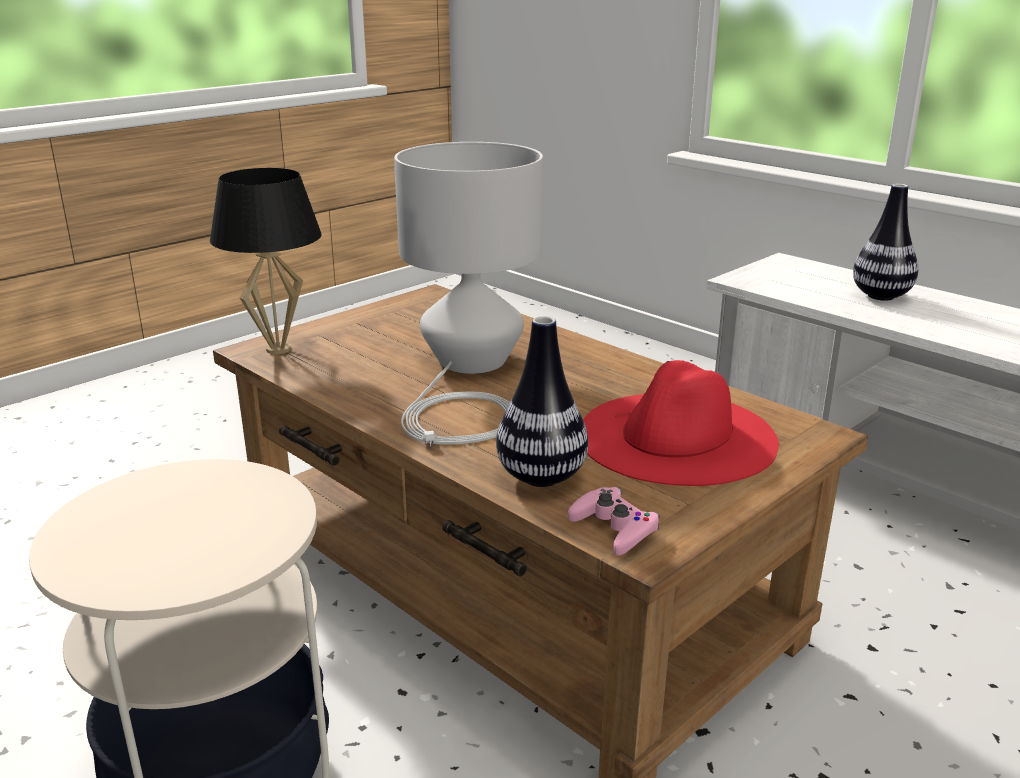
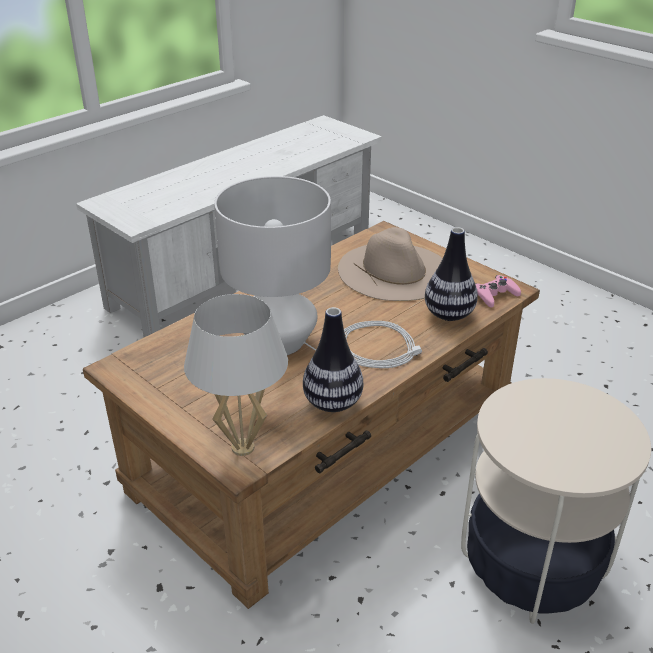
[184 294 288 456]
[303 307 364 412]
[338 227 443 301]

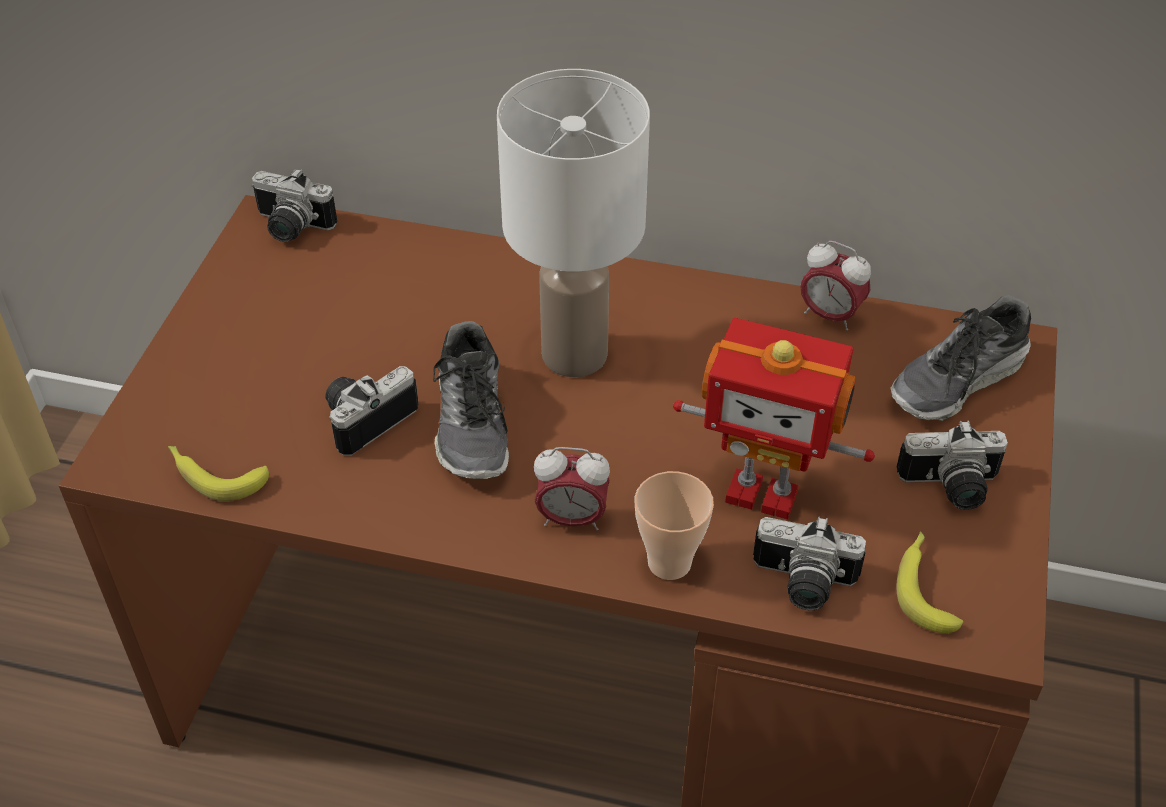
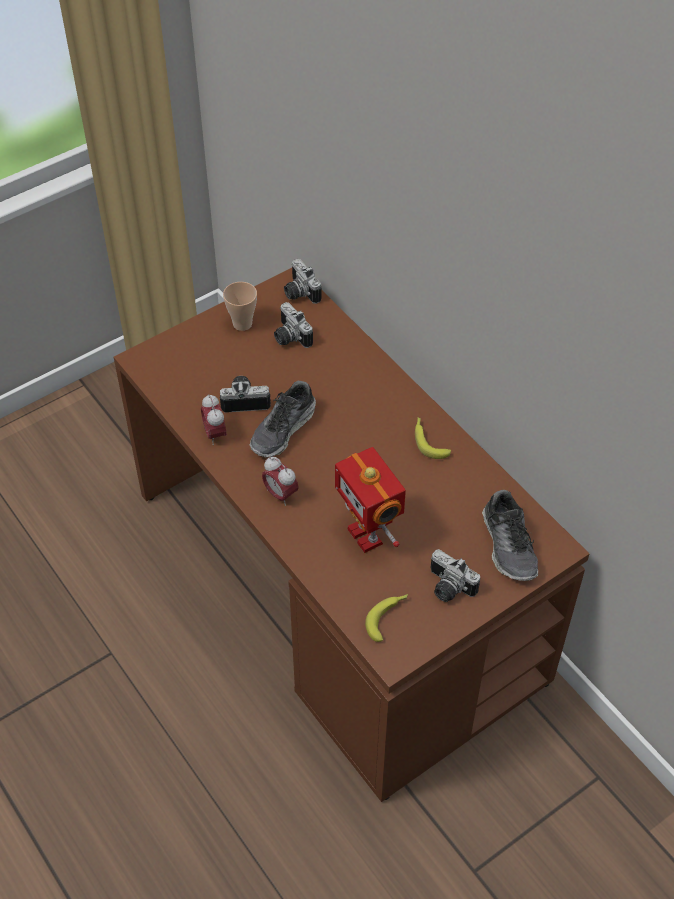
[201 394 226 445]
[223 282 257 331]
[274 302 313 348]
[415 417 451 459]
[482 490 538 581]
[497 69 650 377] (first image)

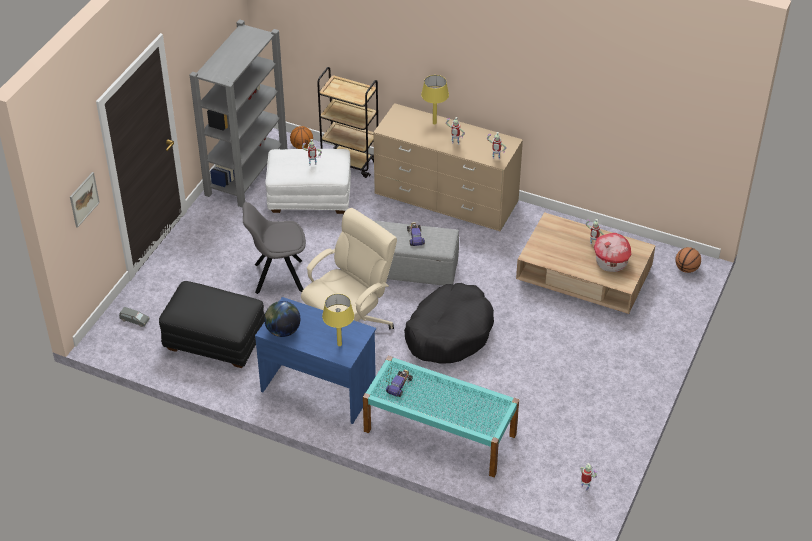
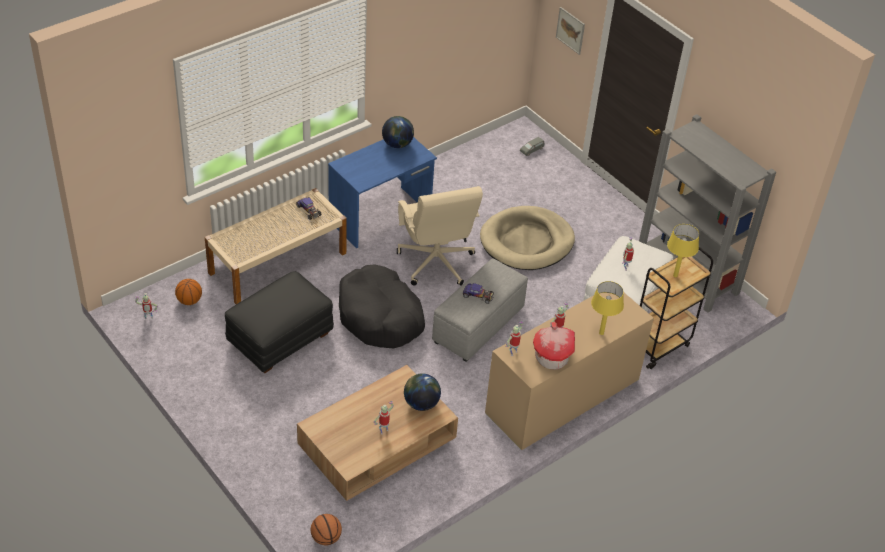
[175 279 202 305]
[205 188 347 304]
[225 271 334 373]
[404 373 441 411]
[480 206 575 270]
[533 322 575 370]
[667 224 699 277]

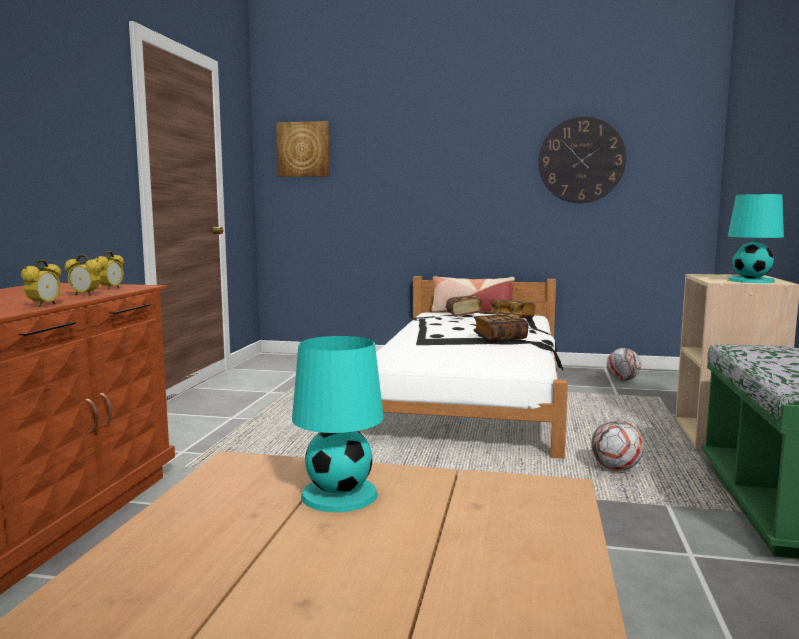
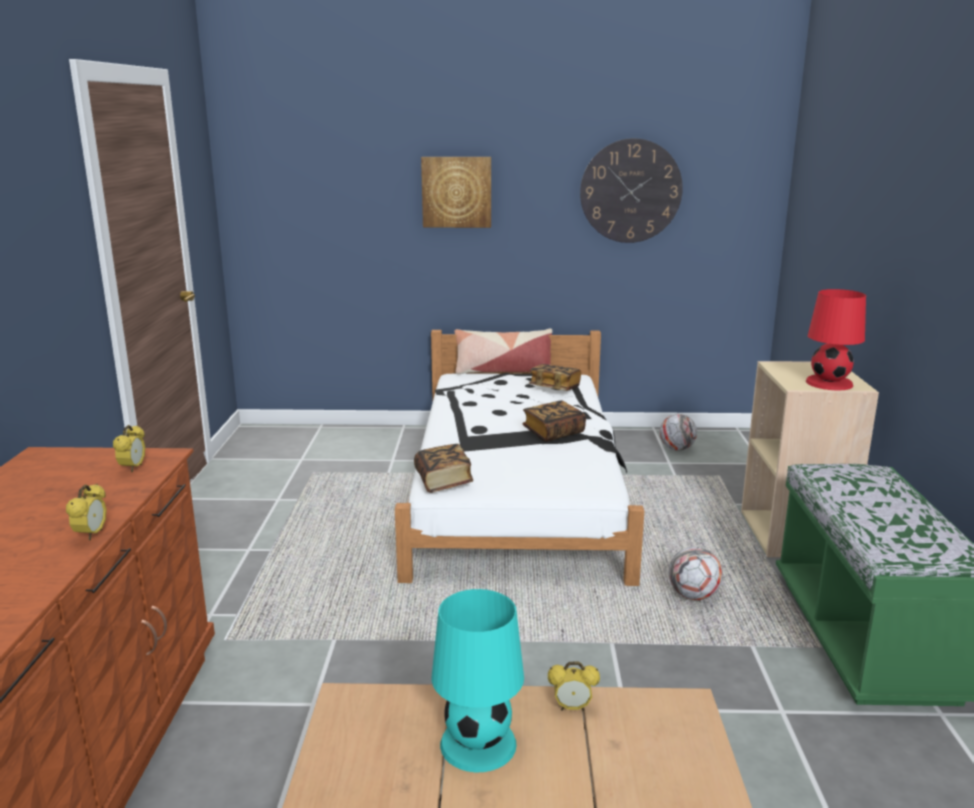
[414 444 473 493]
[421 157 491 228]
[548 661 600 711]
[806 289 866 390]

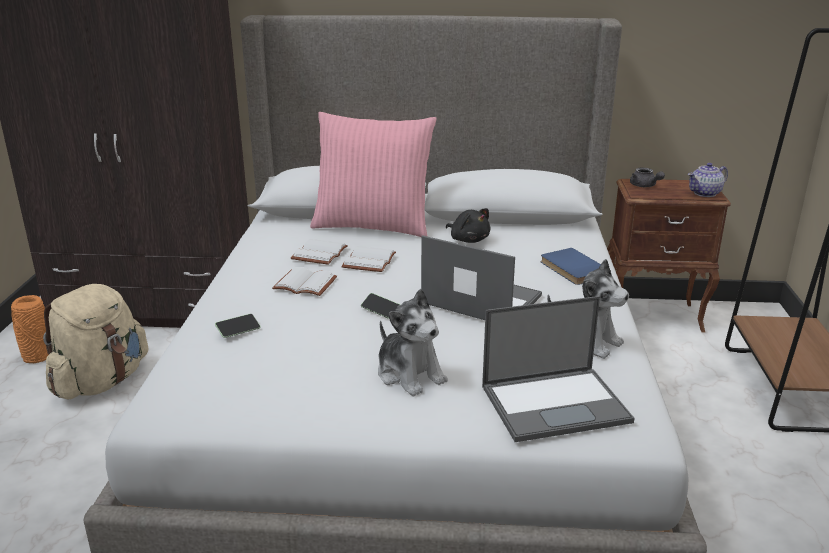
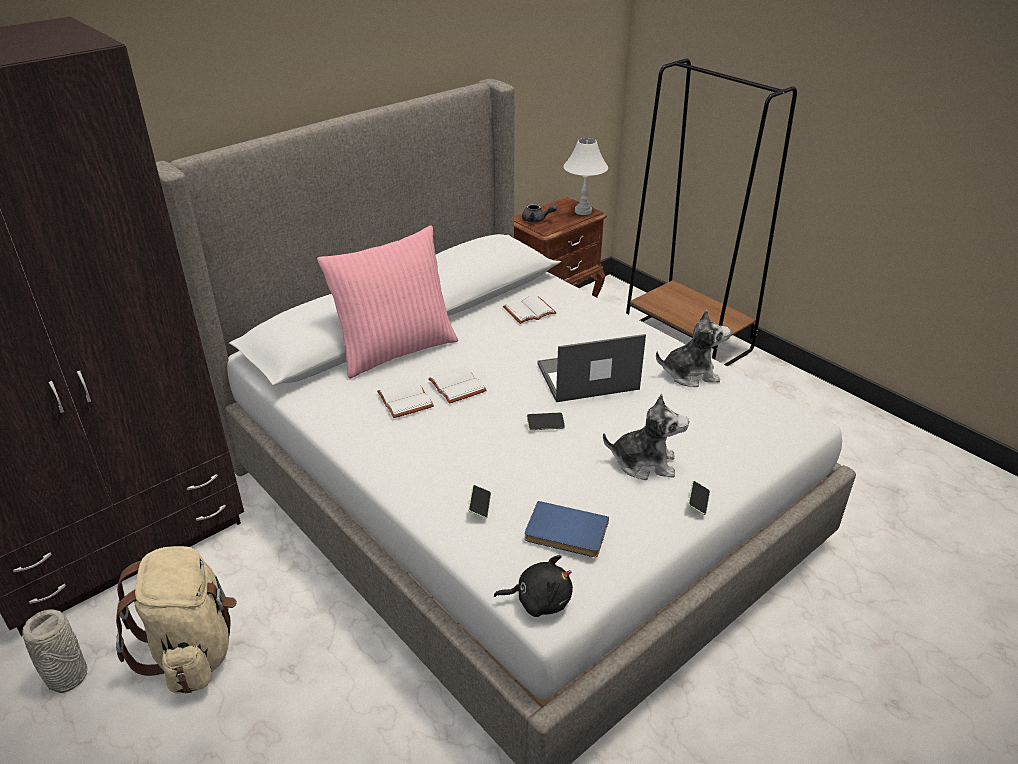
[22 609 87 693]
[494 555 573 617]
[503 295 557 324]
[525 501 609 557]
[563 138 608 215]
[688 481 710 515]
[482 296 635 442] (first image)

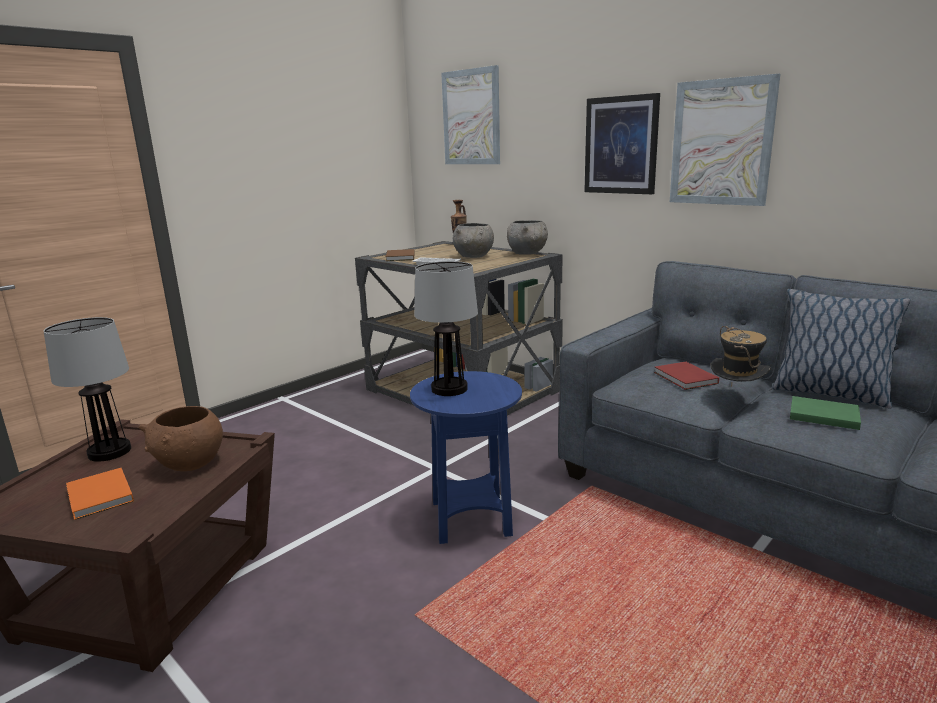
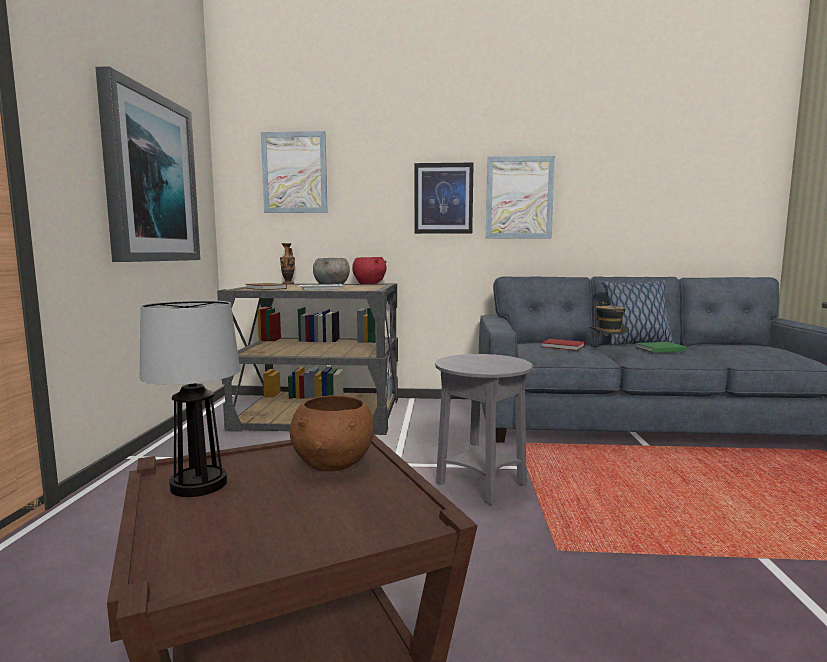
[95 66 200 262]
[352 257 387 284]
[435 354 533 505]
[66 468 134 520] (first image)
[414 261 478 396] (first image)

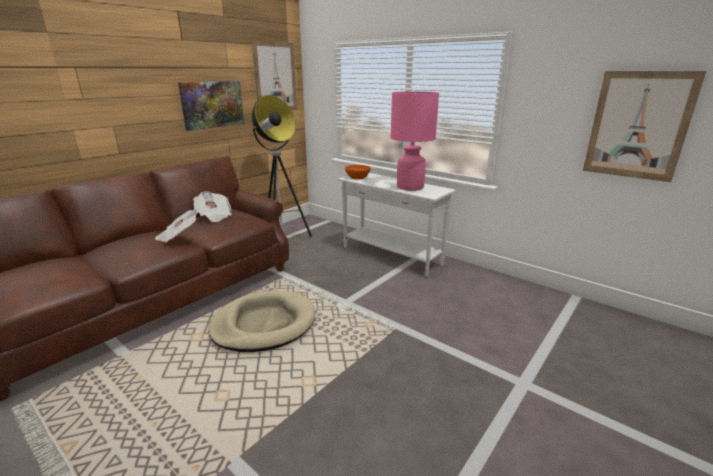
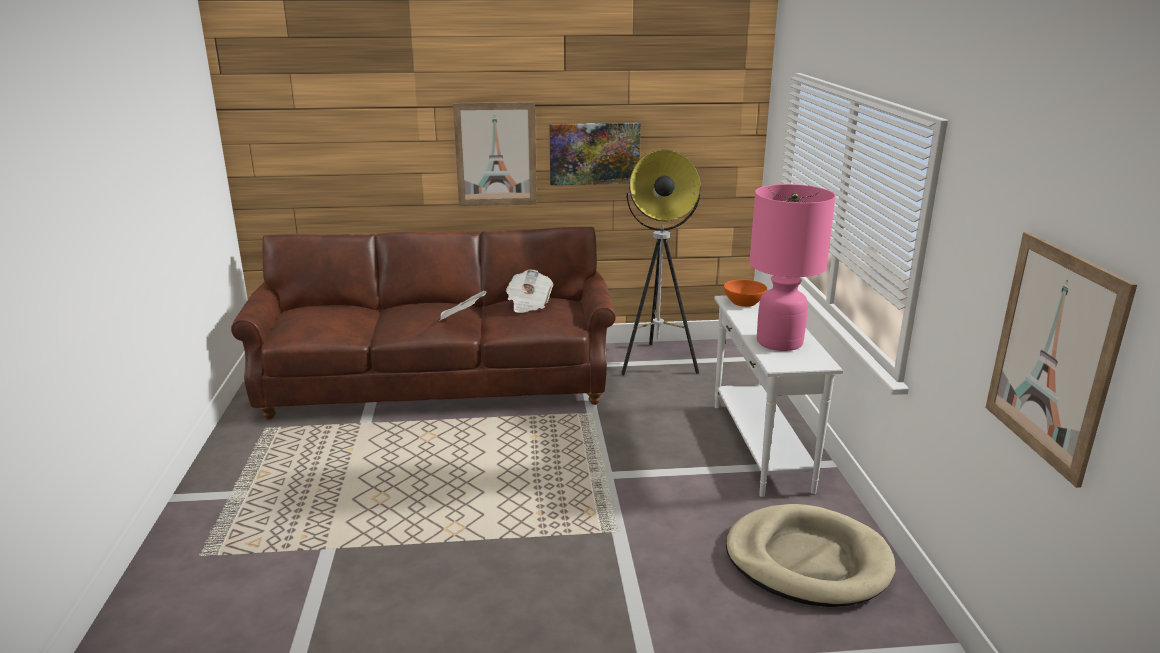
[453 102 537 206]
[726 504 896 607]

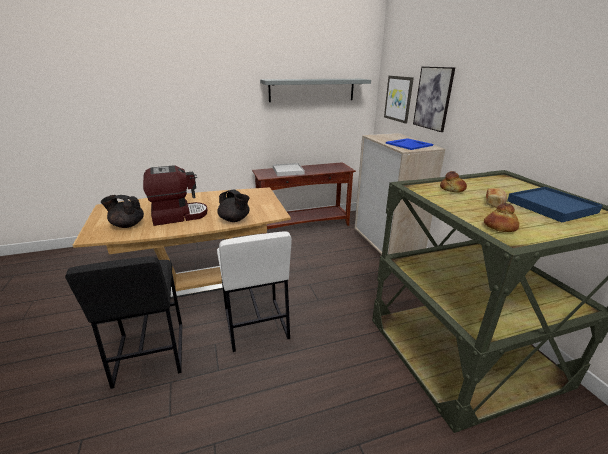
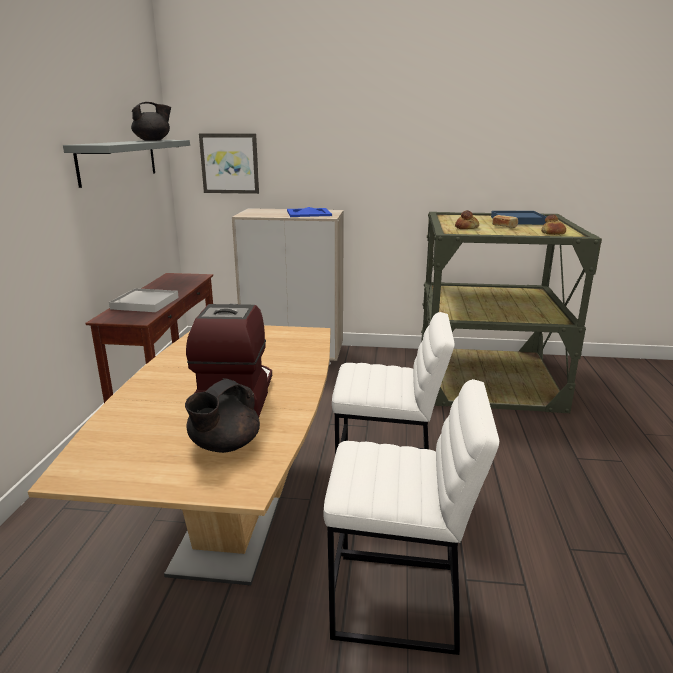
[131 102 171 141]
[323 379 499 655]
[413 66 455 132] (first image)

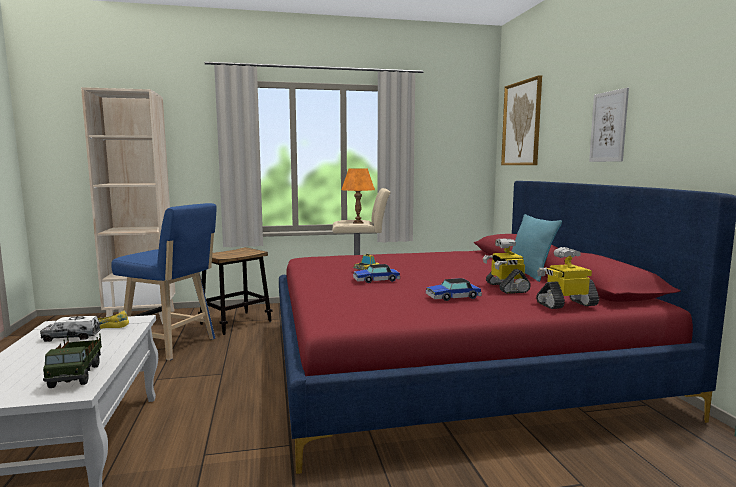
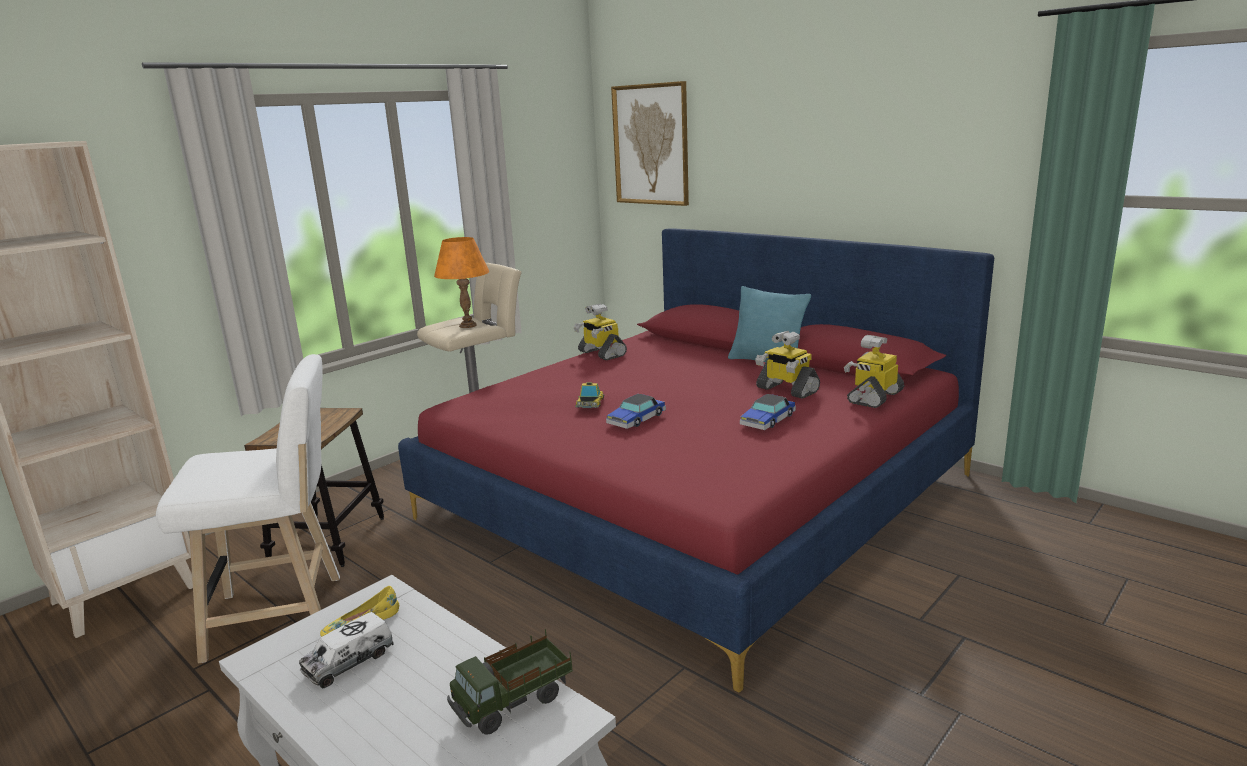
[156 354 340 663]
[447 629 573 735]
[574 304 627 360]
[589 88 629 162] (first image)

